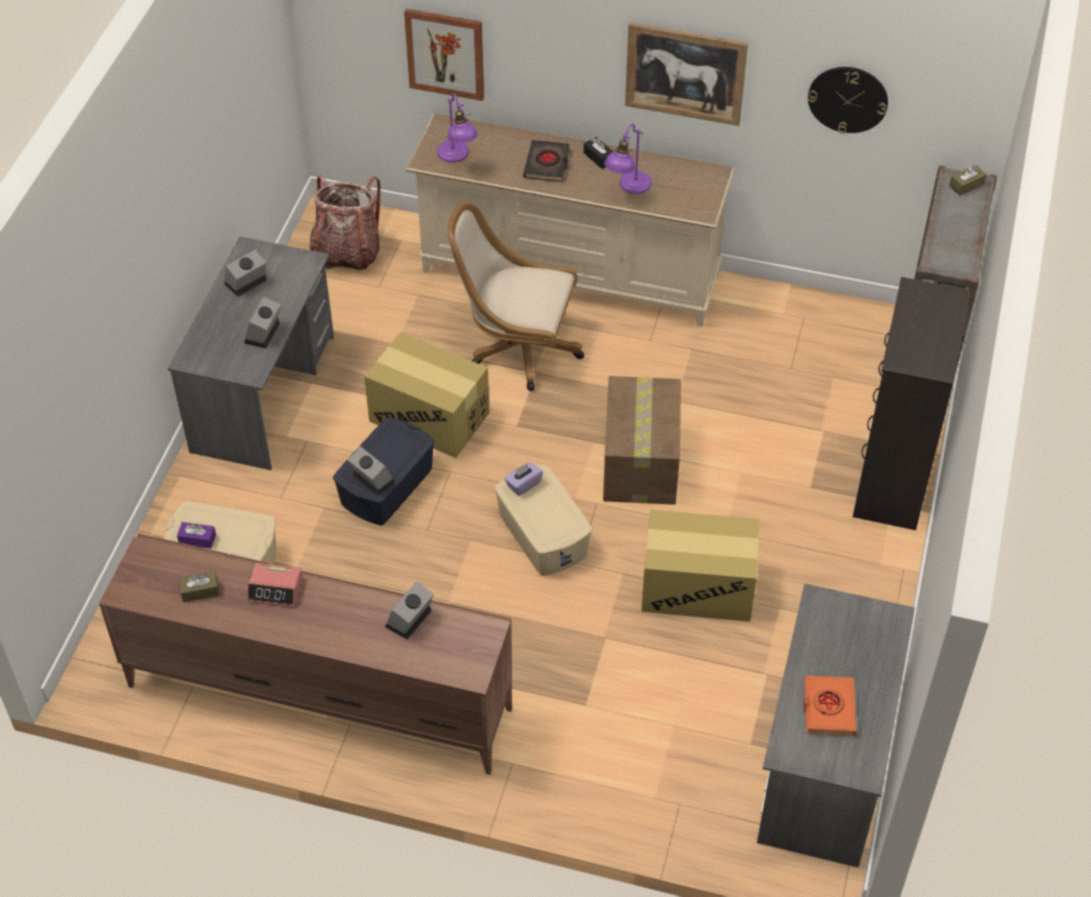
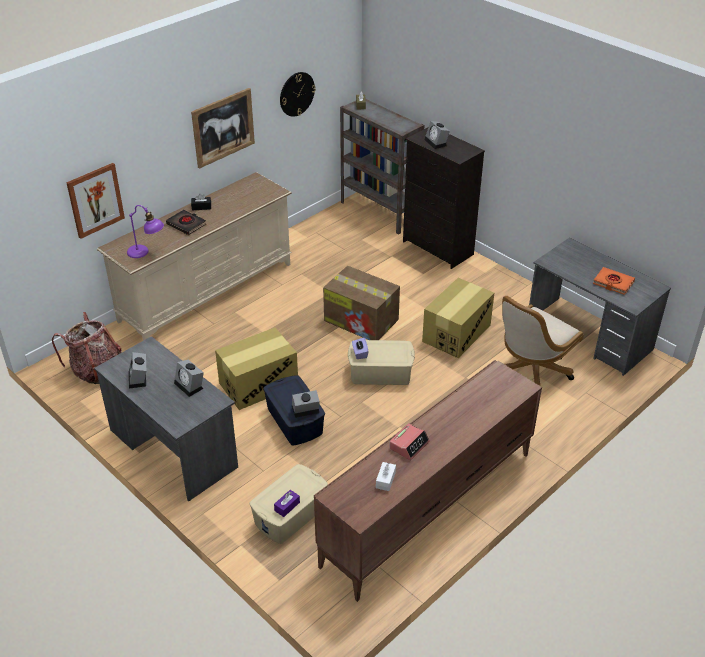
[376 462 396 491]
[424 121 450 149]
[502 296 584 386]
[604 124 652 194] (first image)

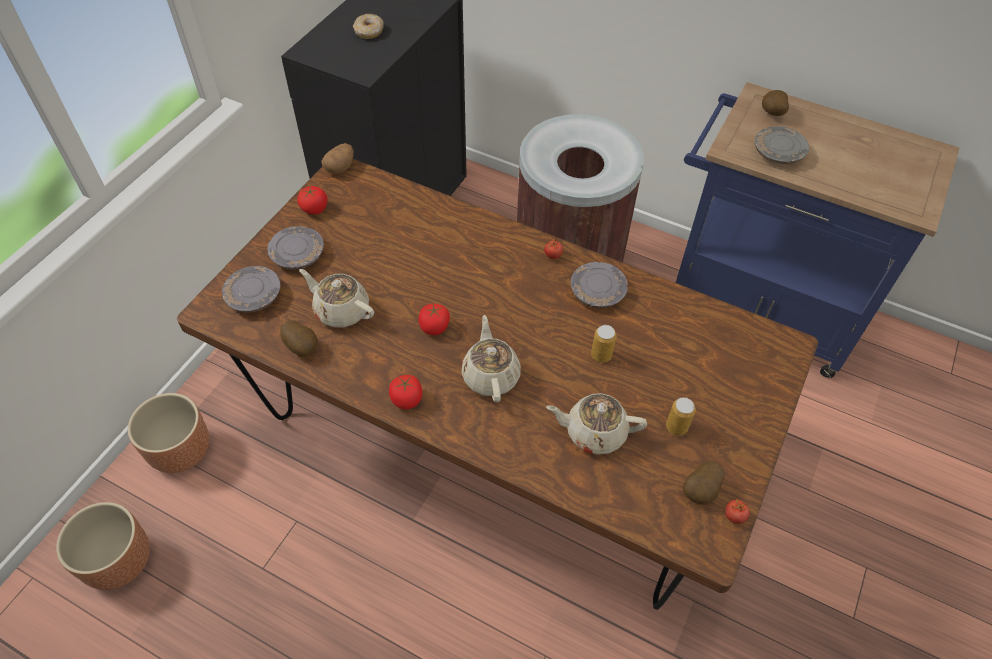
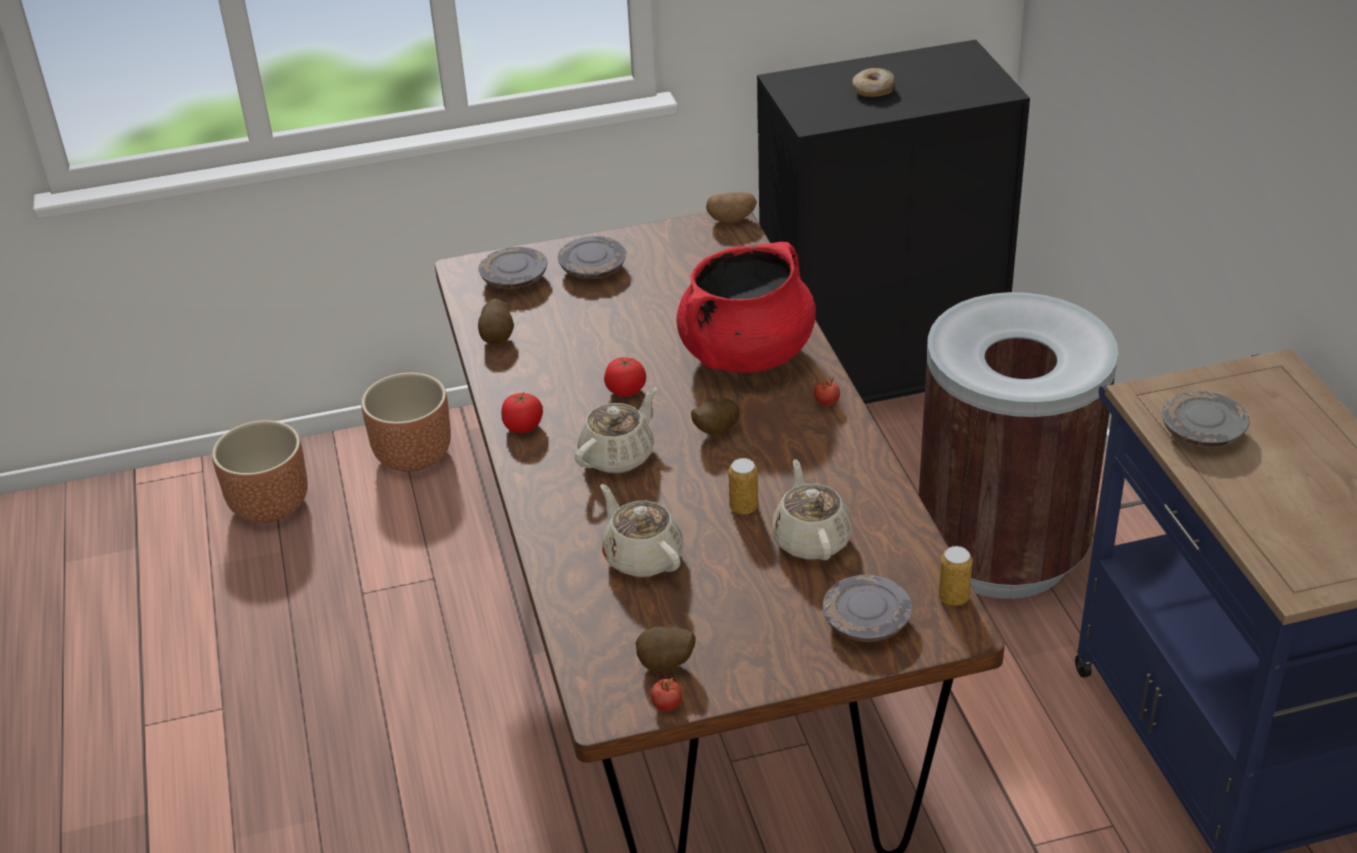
[676 242 816 373]
[691 398 740 435]
[771 459 853 560]
[823 575 912 642]
[939 546 973 606]
[297 186 328 215] (first image)

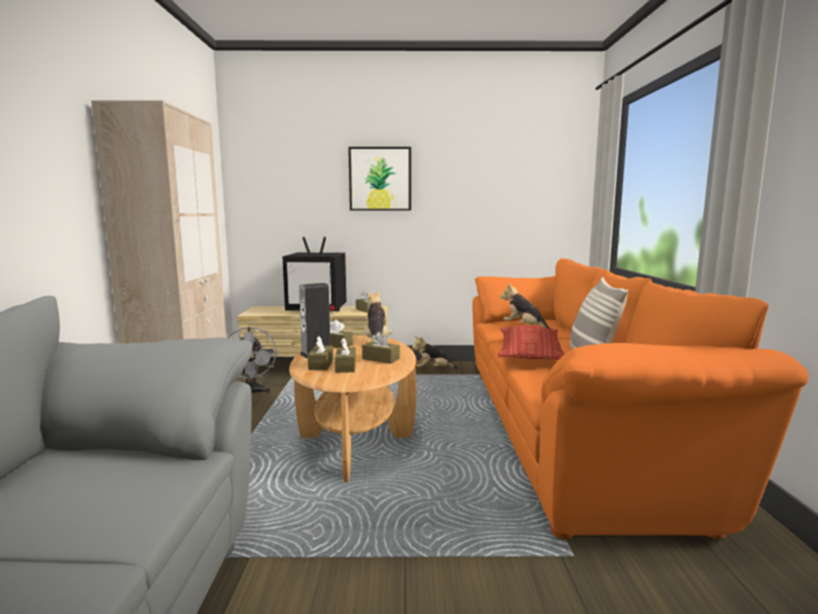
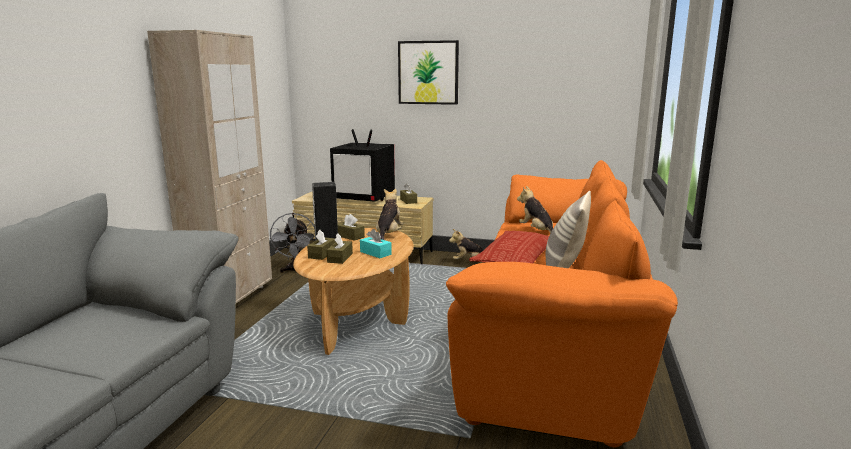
[360 229 392 258]

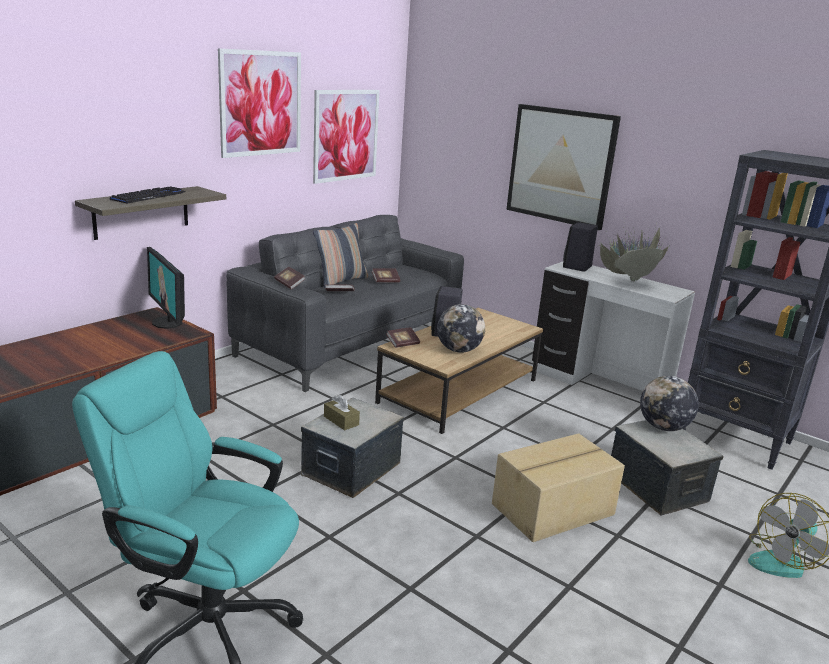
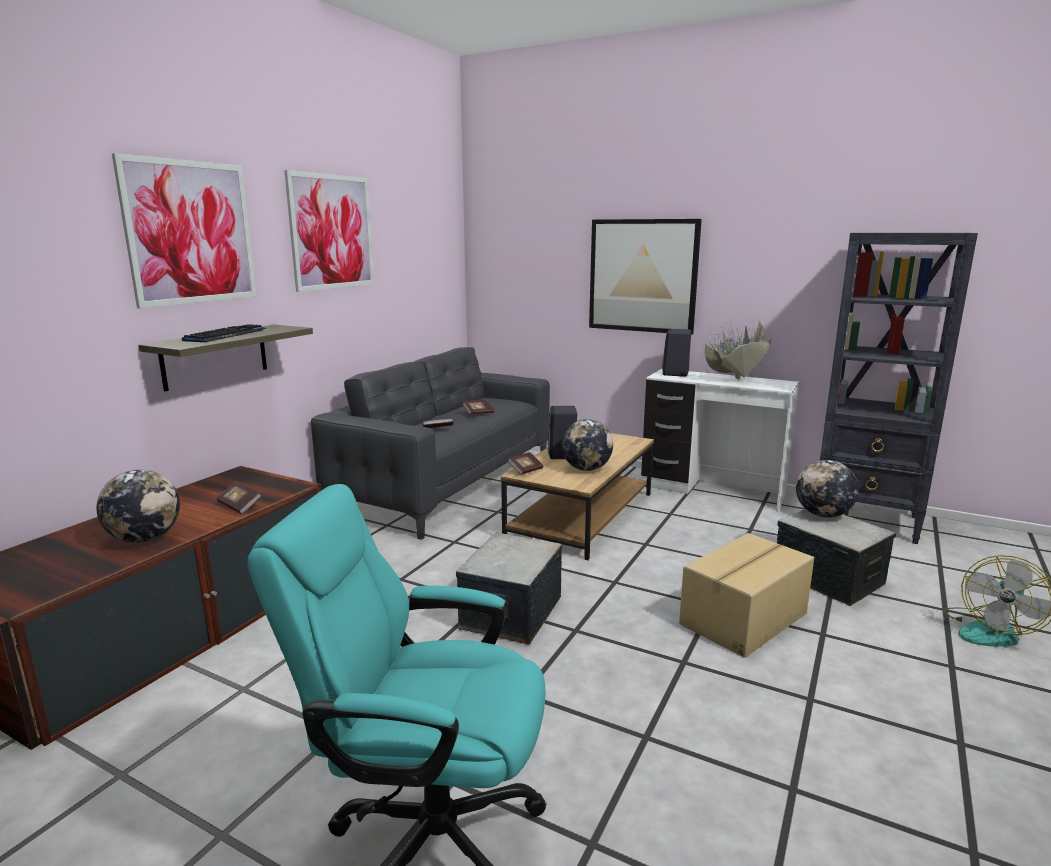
[96 470 180 543]
[112 153 257 308]
[216 481 261 514]
[147 247 185 329] (first image)
[313 223 368 288] (first image)
[324 394 360 431] (first image)

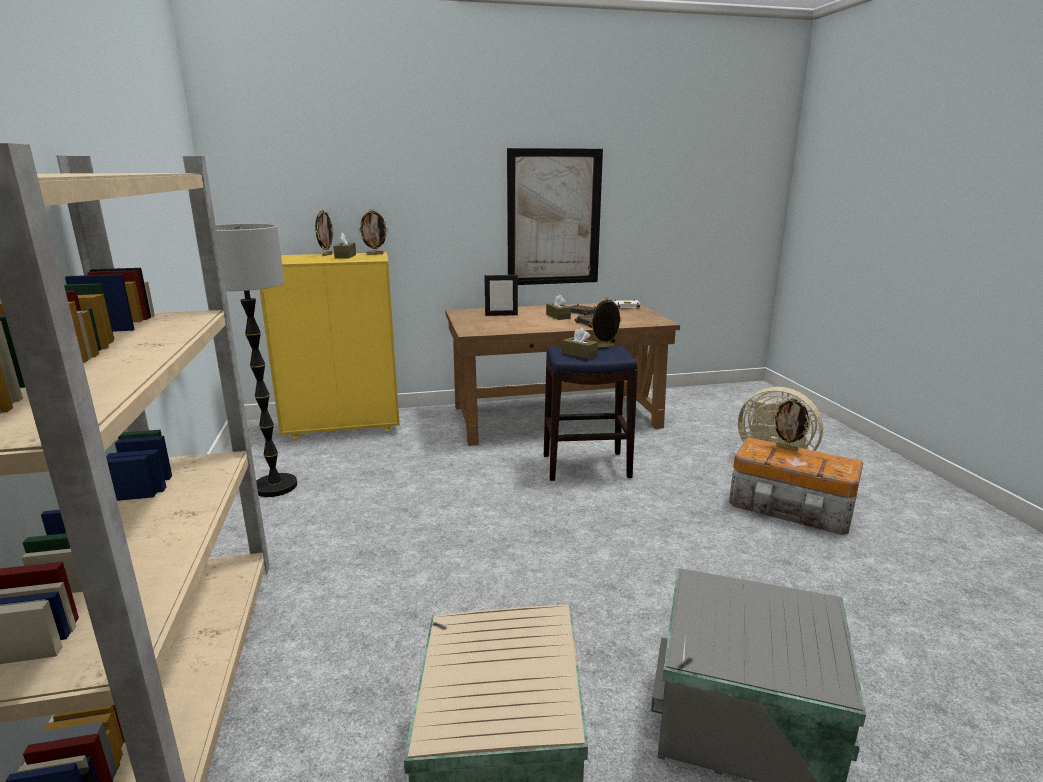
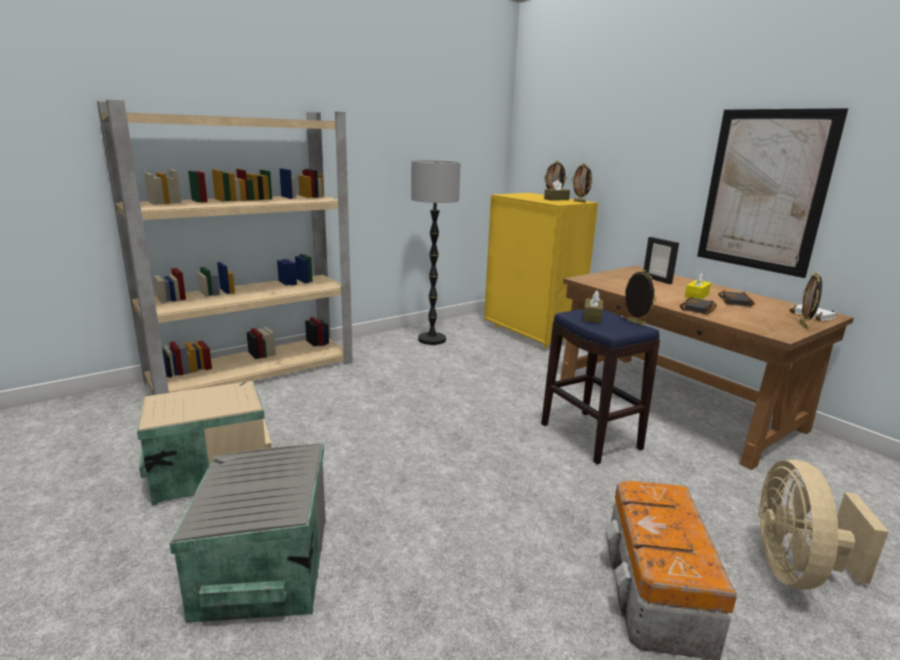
[685 272 711 299]
[799 272 822 329]

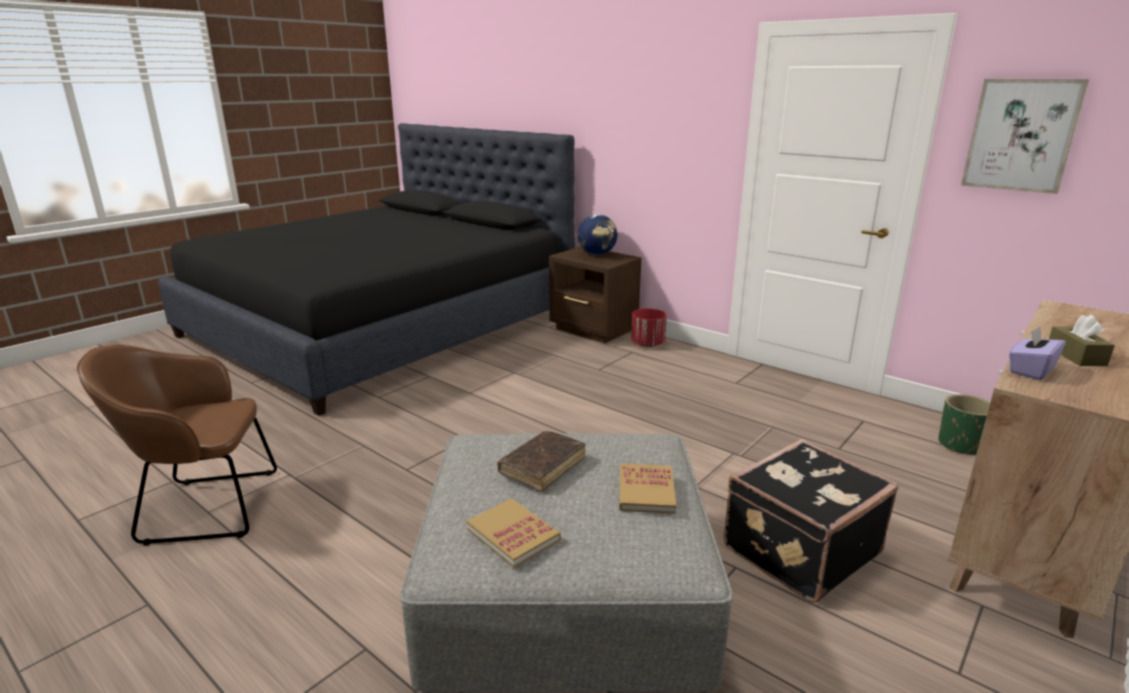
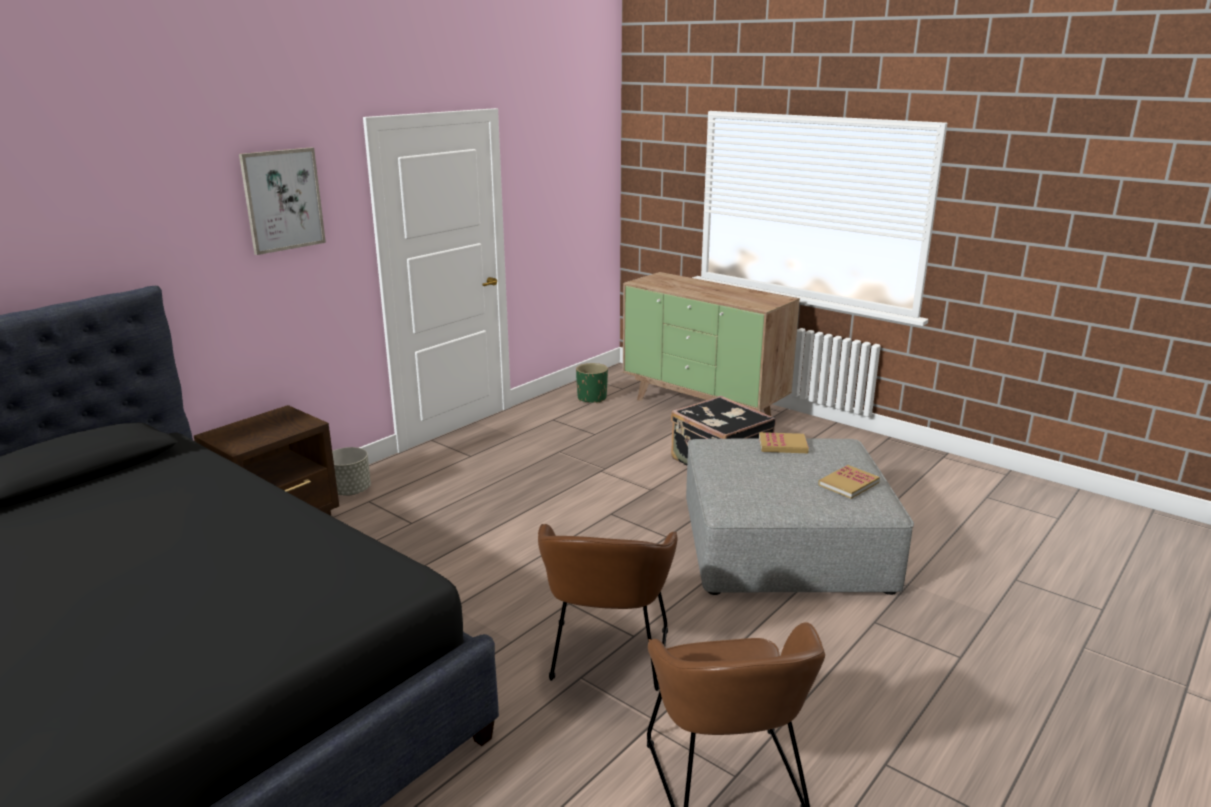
[239 147 326 255]
[332 447 371 496]
[538 524 678 691]
[497 431 586 492] (first image)
[577 214 617 255] (first image)
[1009 326 1066 380] (first image)
[1049 315 1115 366] (first image)

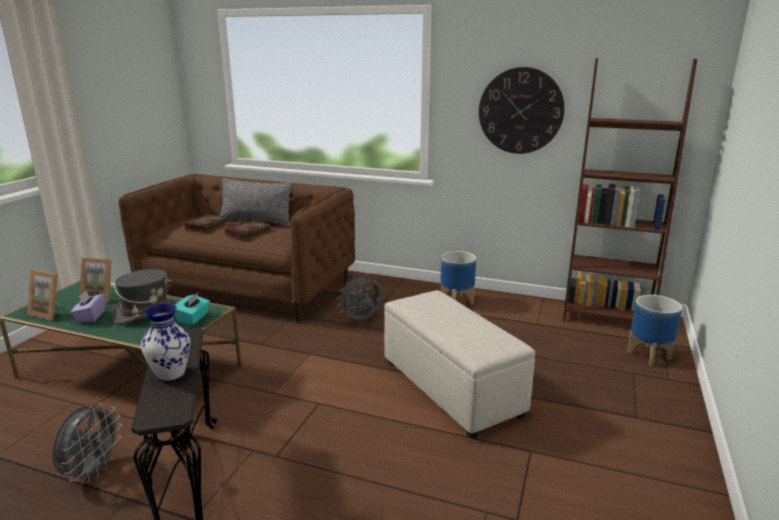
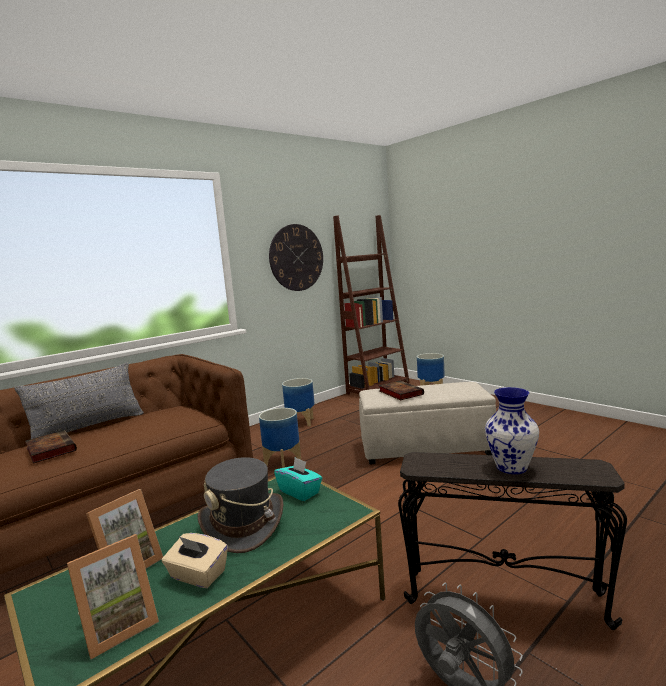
[162 533 228 588]
[259 408 301 468]
[378 380 424 400]

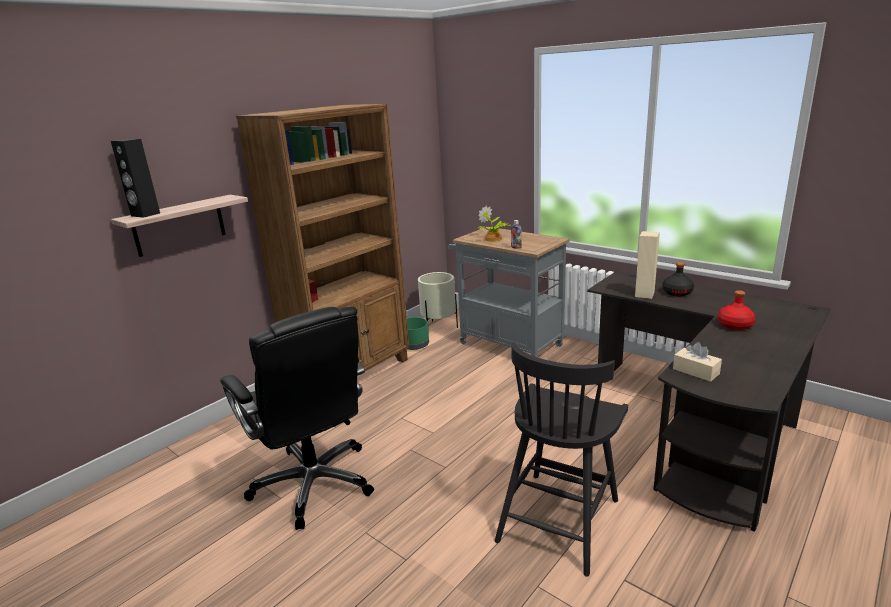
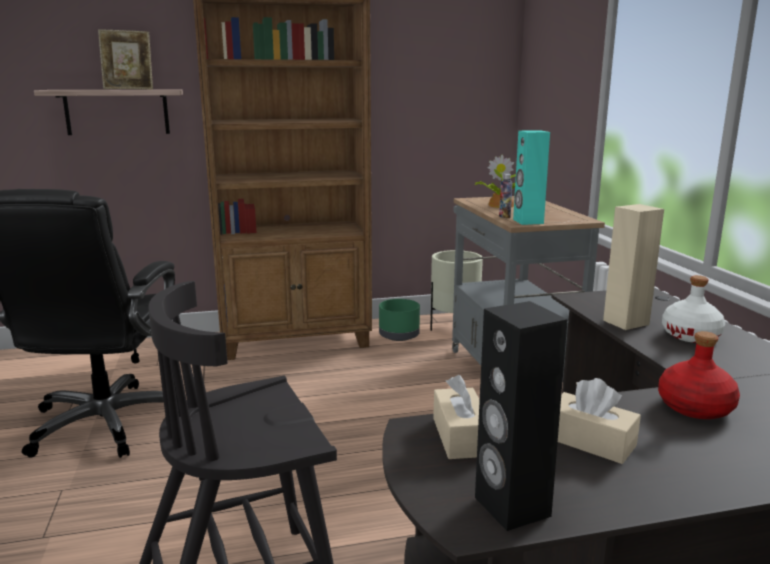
[98 29 153 89]
[475 301 568 531]
[513 130 550 225]
[558 378 641 464]
[662 275 725 343]

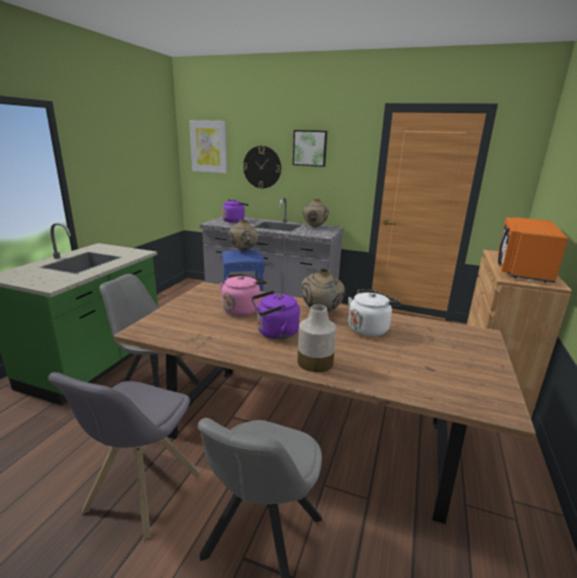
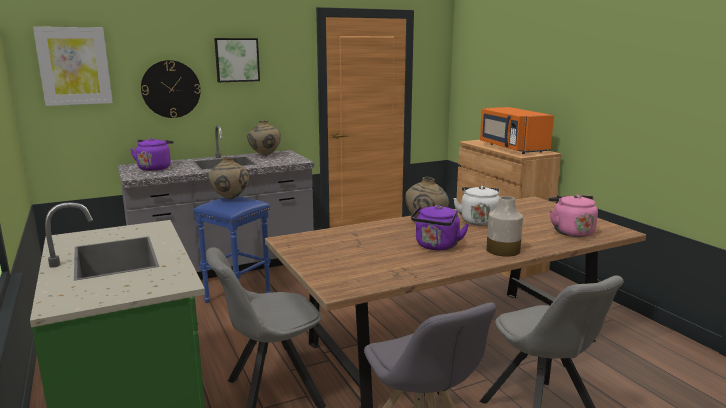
[548 195 598 237]

